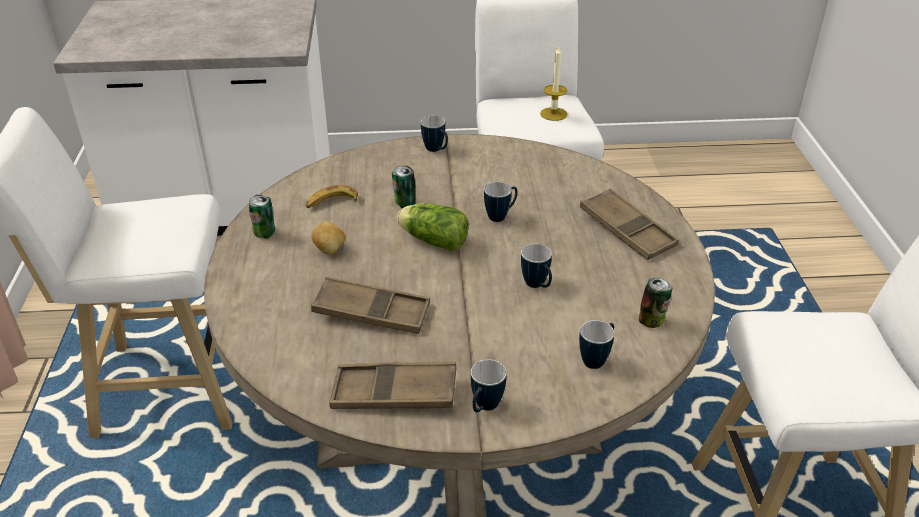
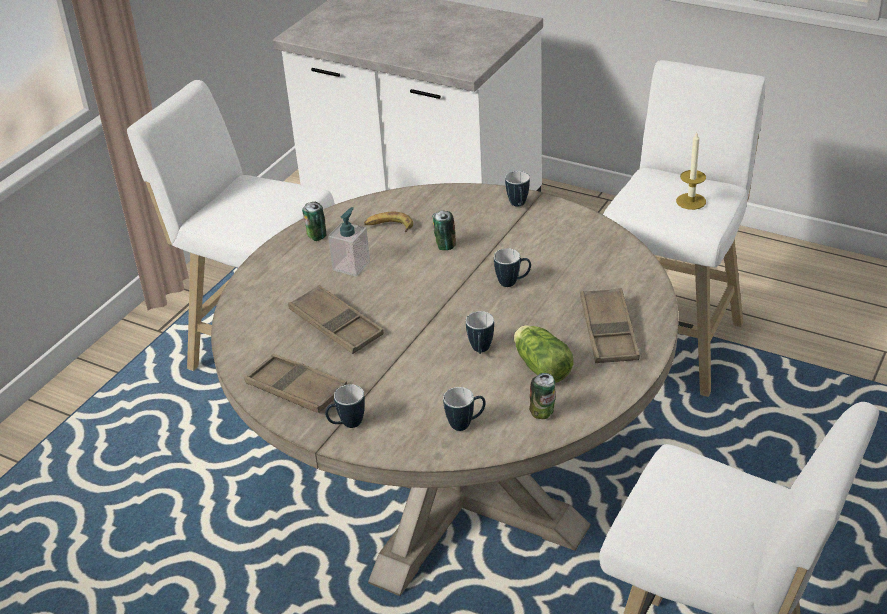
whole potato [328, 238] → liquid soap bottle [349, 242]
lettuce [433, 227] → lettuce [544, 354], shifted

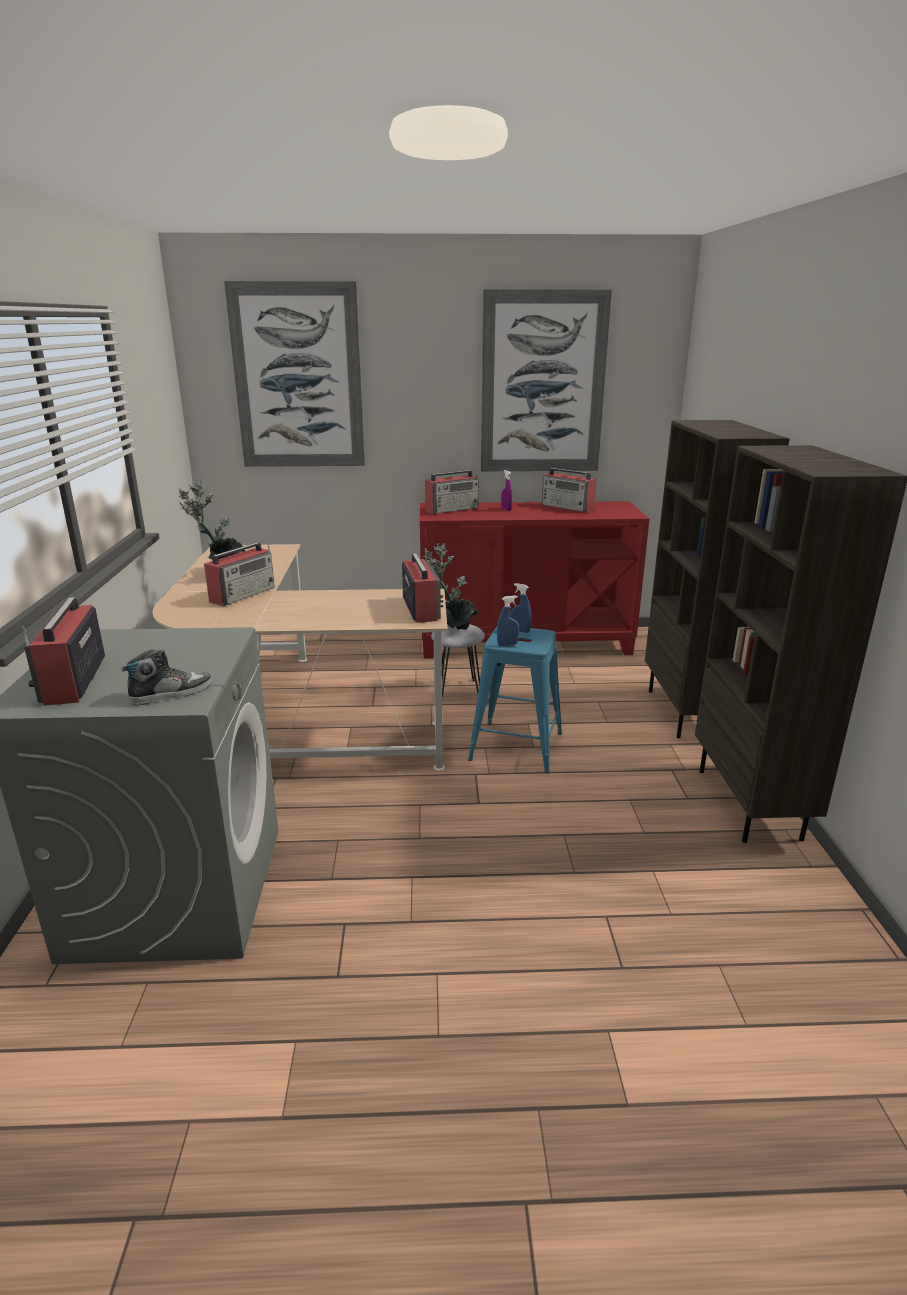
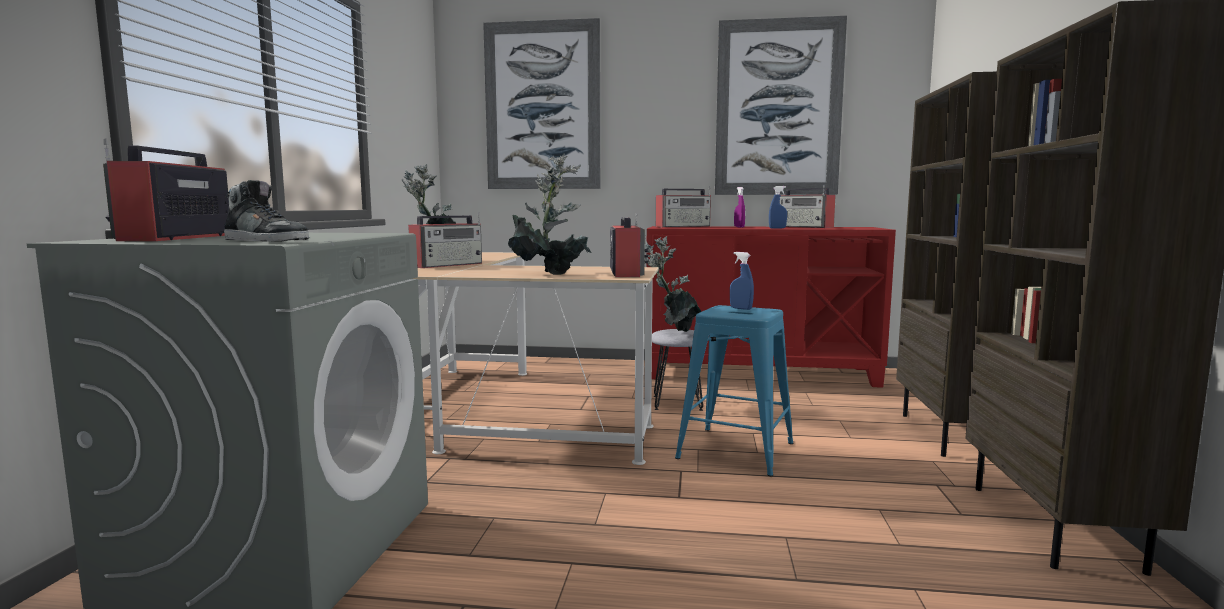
item of footwear [167, 677] → item of footwear [266, 211], 45 degrees clockwise
- → plant in a pot [550, 214]
blue-coloured hand sprayer [508, 620] → blue-coloured hand sprayer [778, 207], shifted

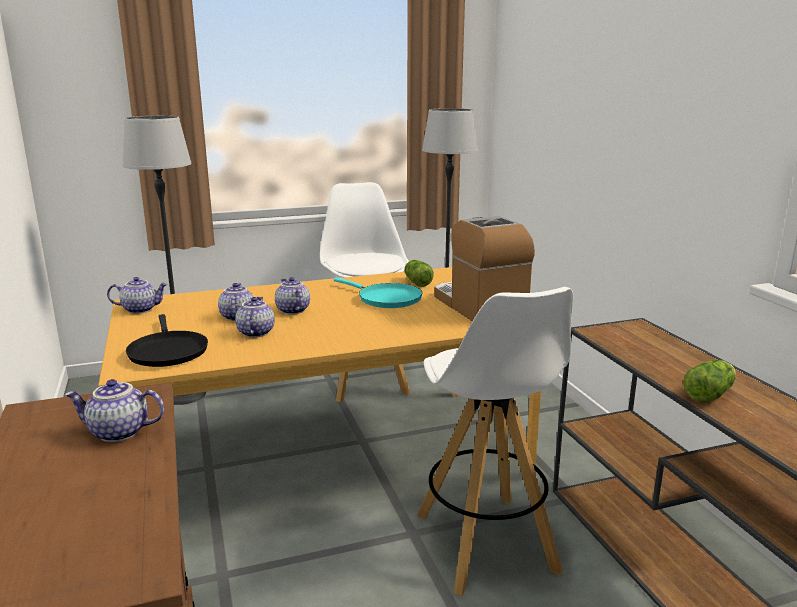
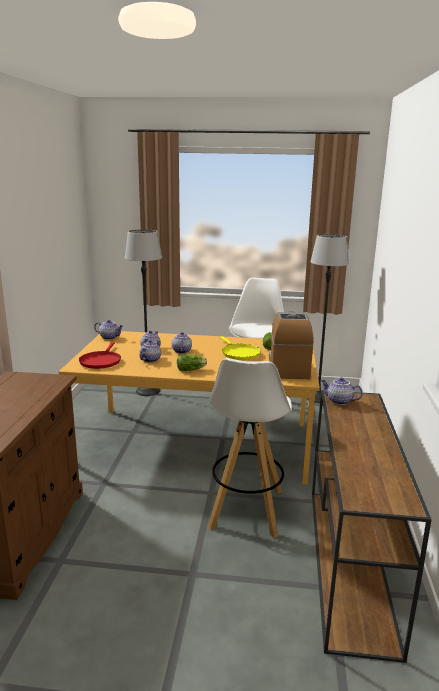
blackish frying pan [167, 340] → red-coloured frying pan [100, 355]
lettuce [709, 381] → lettuce [192, 362], shifted
blue-green frying pan [378, 293] → yellow frying pan [240, 348]
teapot [114, 410] → teapot [342, 391], shifted

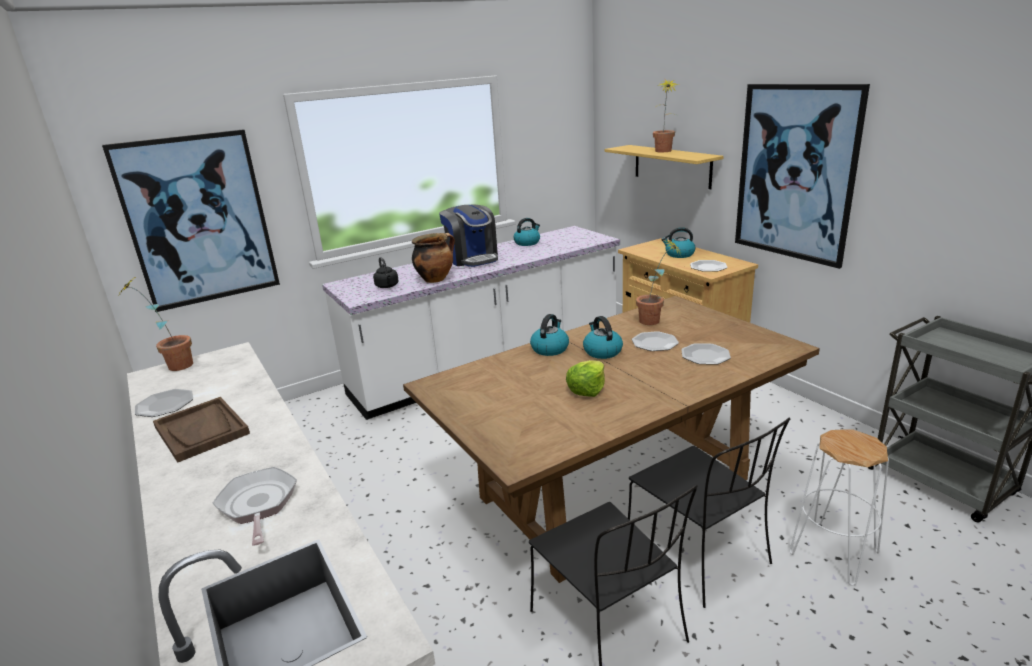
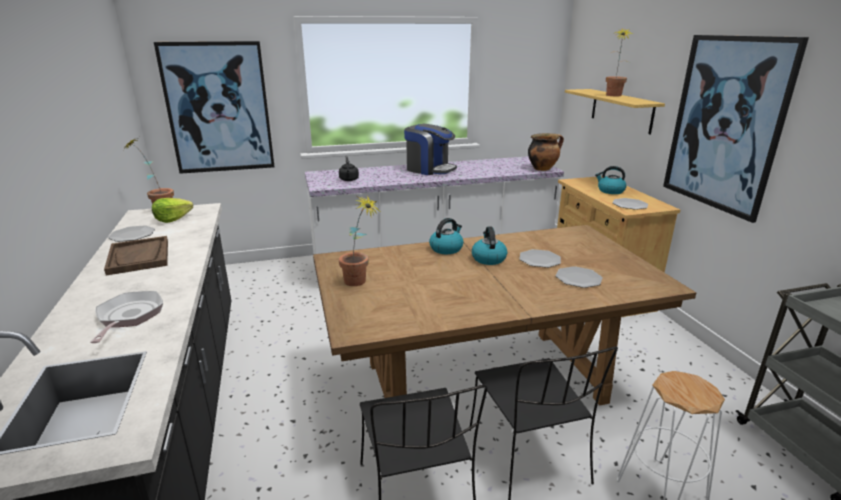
lettuce [585, 378] → lettuce [172, 210], shifted
plant in a pot [658, 283] → plant in a pot [359, 240], shifted
coffee machine [468, 236] → coffee machine [430, 149], 45 degrees counterclockwise
cooking pot [433, 258] → cooking pot [546, 152], shifted
tea kettle [527, 232] → -

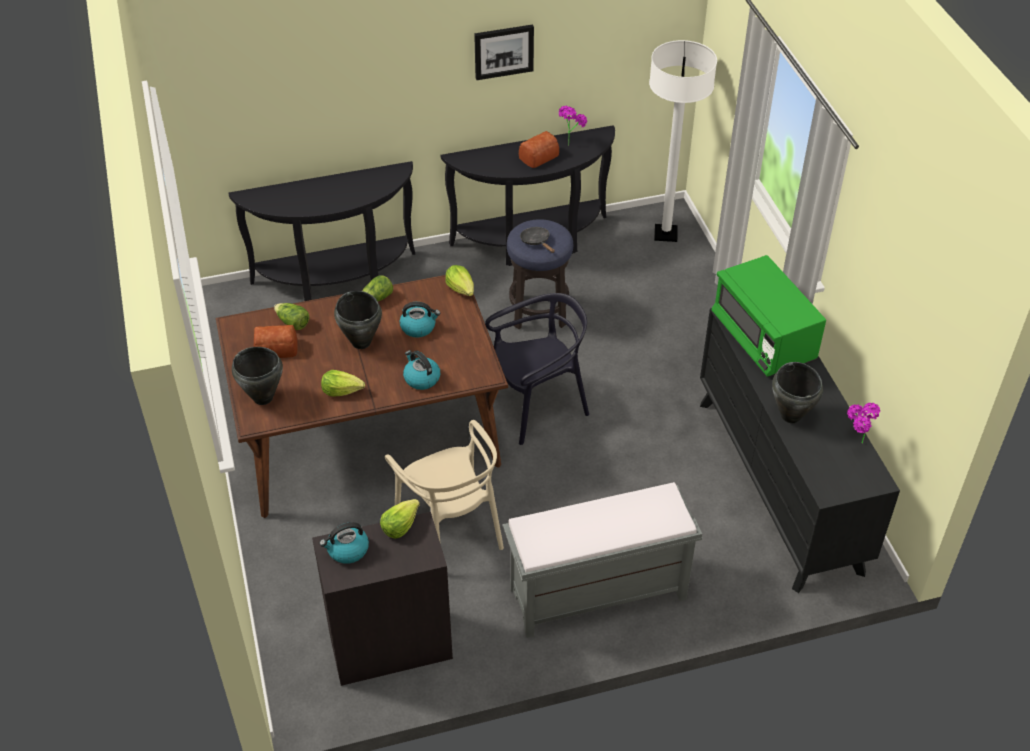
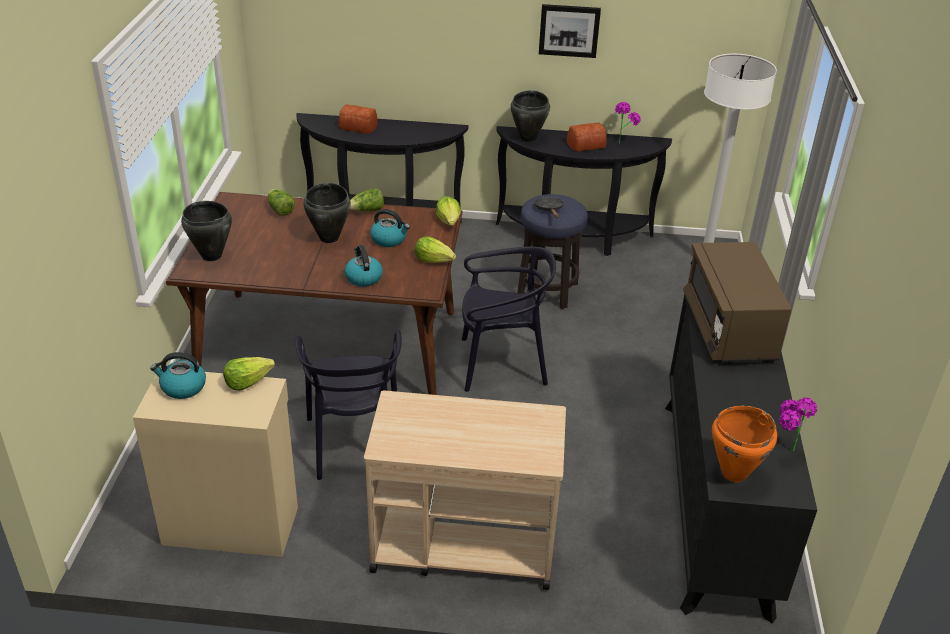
blackish cabinet [382, 599] → beige cabinet [215, 462]
beige chair [444, 485] → blackish chair [348, 405]
bakery bread [276, 341] → bakery bread [358, 119], shifted
gray bench [602, 560] → beige cart [465, 490]
lettuce [343, 383] → lettuce [435, 249], shifted
blackish cooking pot [797, 392] → blackish cooking pot [530, 116], shifted
green-coloured microwave [769, 316] → brownish microwave [737, 302]
- → orangey cooking pot [744, 444]

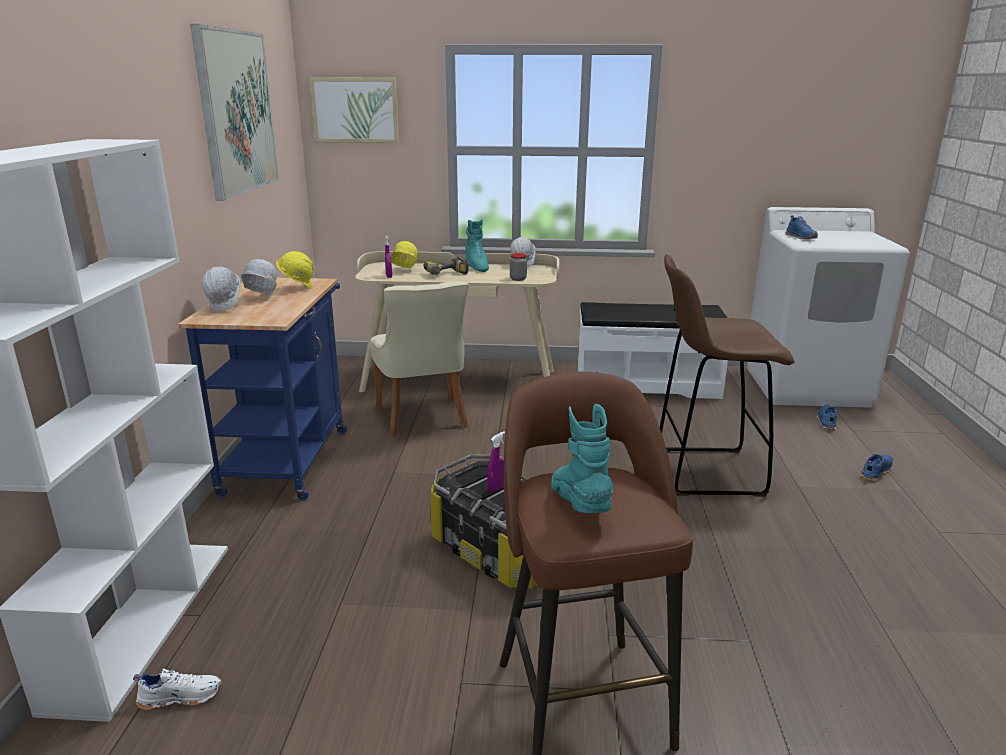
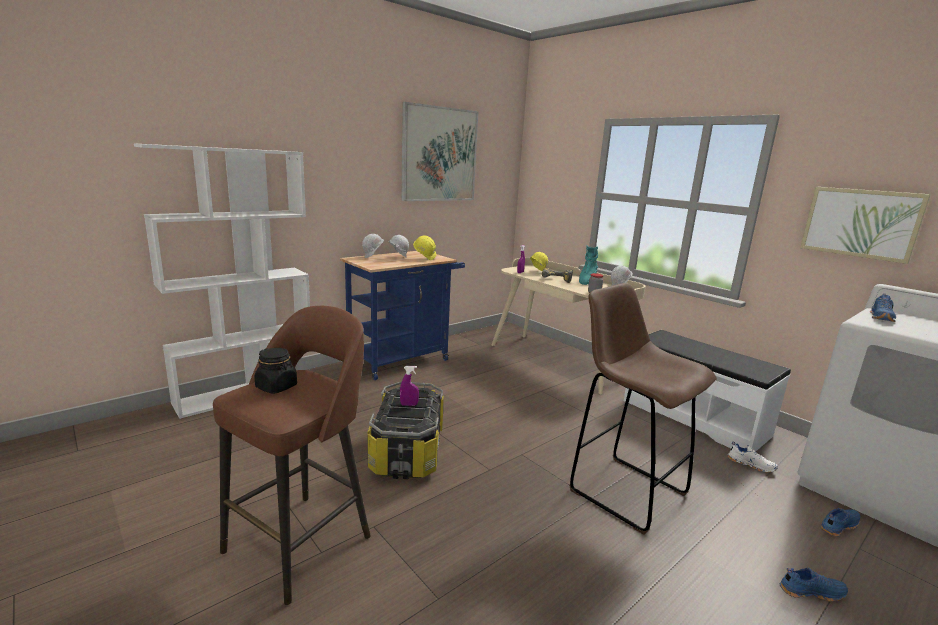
blue-green tall boot [582, 458] → blackish storage jar [275, 371]
whitish item of footwear [177, 689] → whitish item of footwear [752, 457], shifted
wall art [354, 110] → wall art [865, 225], shifted
beige chair [419, 359] → -

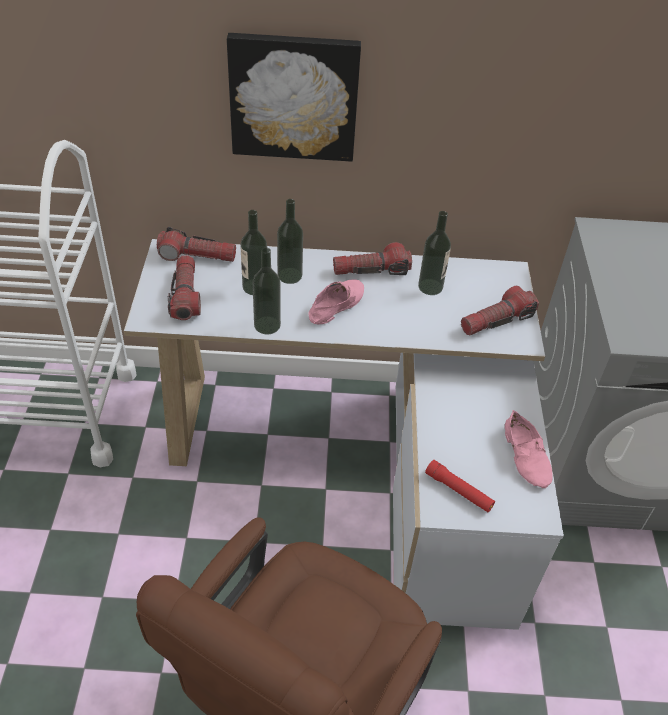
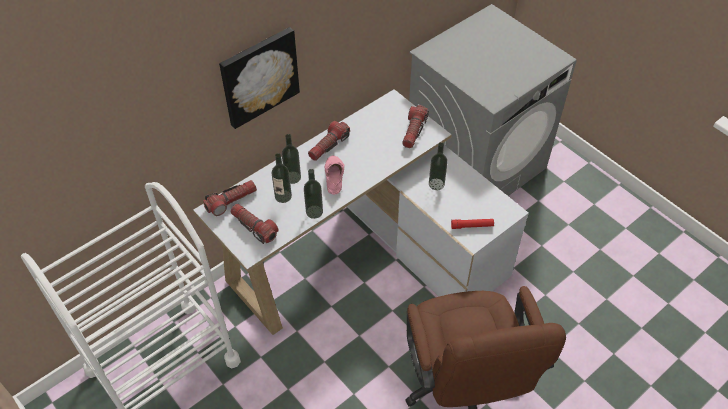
bottle [434, 253] → bottle [438, 166], shifted
pinkish item of footwear [529, 449] → -

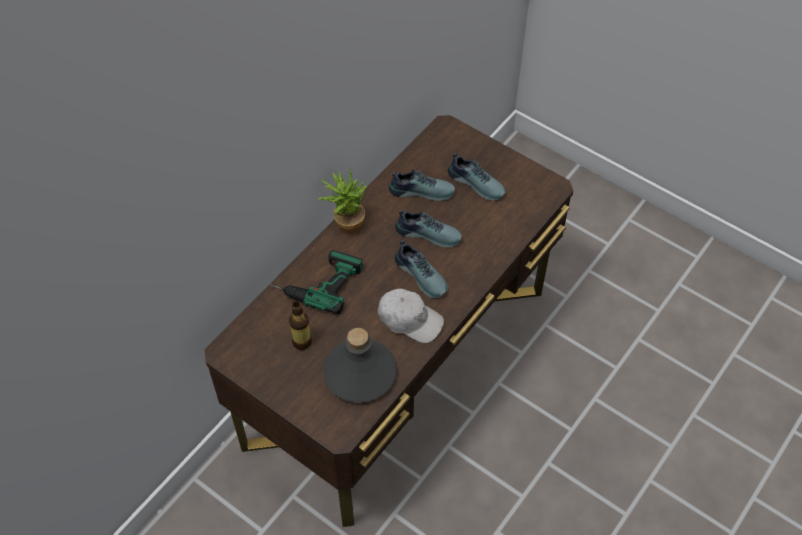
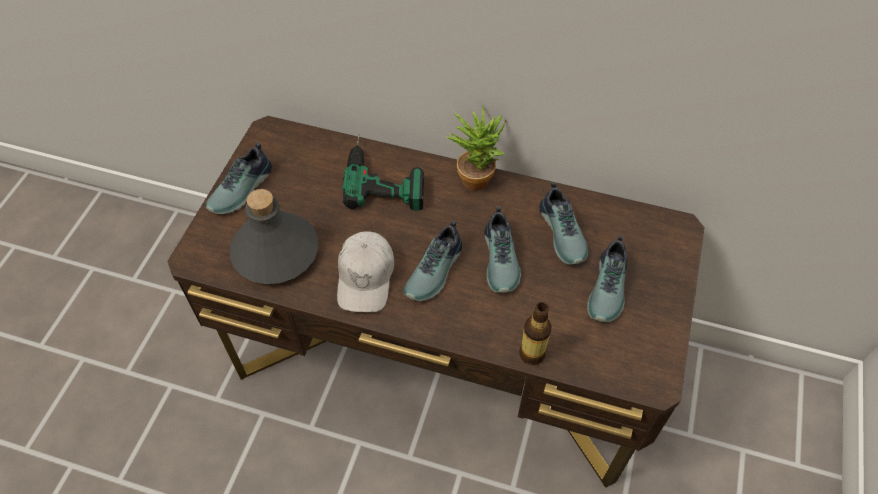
- → item of footwear [239, 178]
bottle [300, 325] → bottle [535, 333], shifted

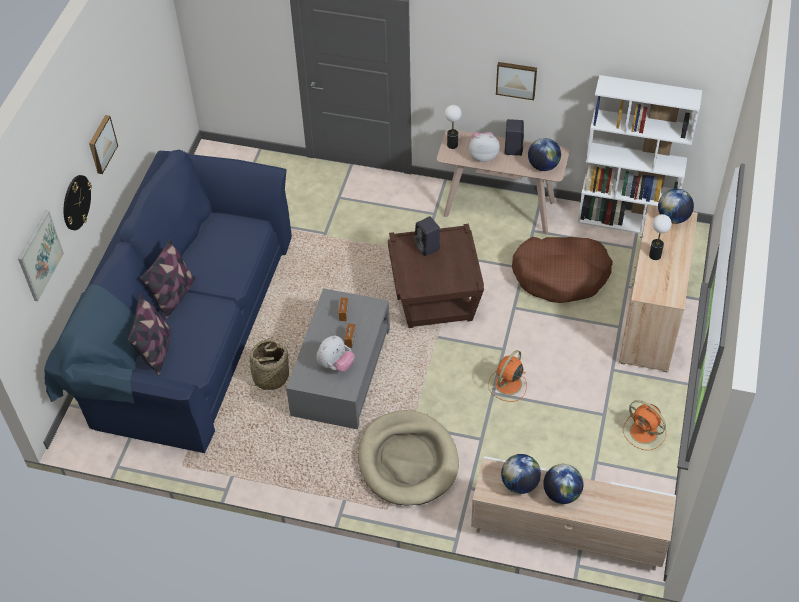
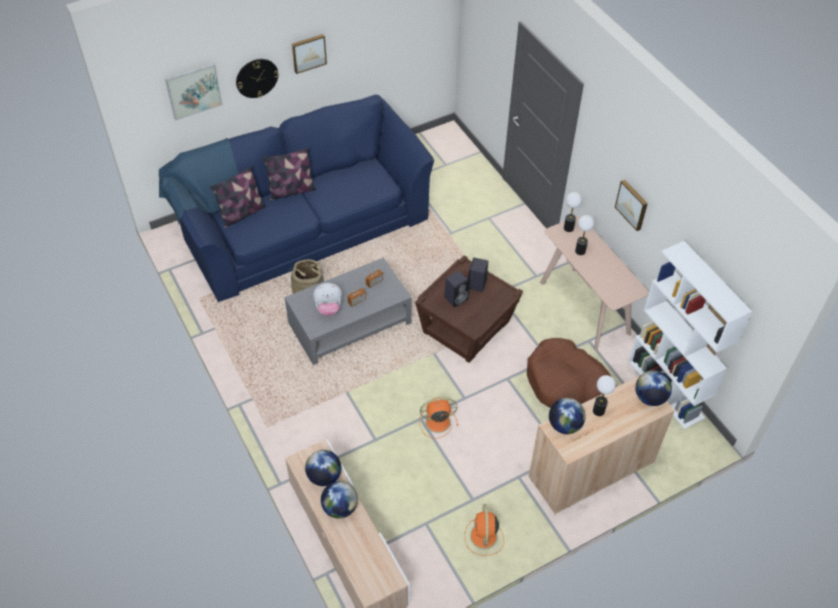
blackish audio speaker [514, 137] → blackish audio speaker [456, 289], shifted
globe [544, 154] → globe [567, 416], shifted
plush toy [484, 147] → lamp for a table [584, 235]
beige dog bed [408, 458] → -

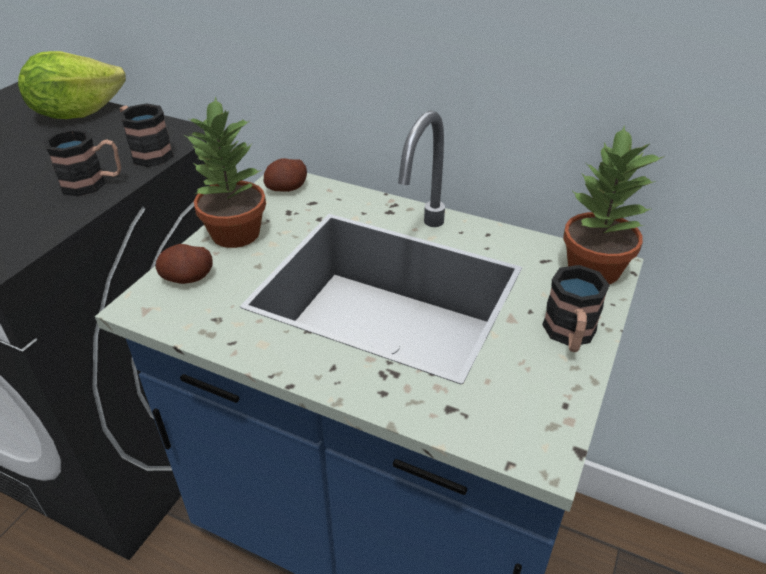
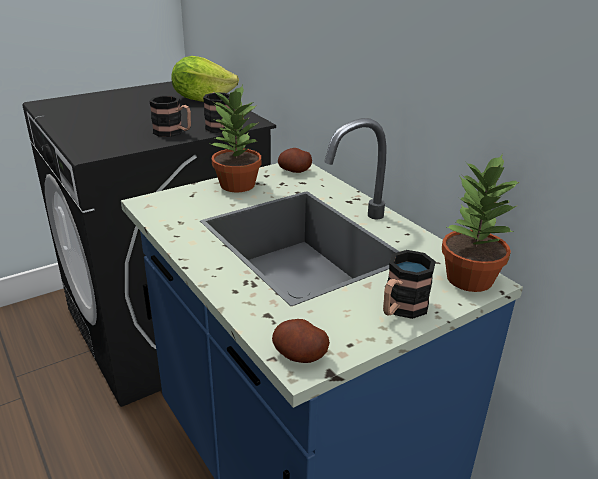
whole potato [184, 264] → whole potato [301, 341], shifted

